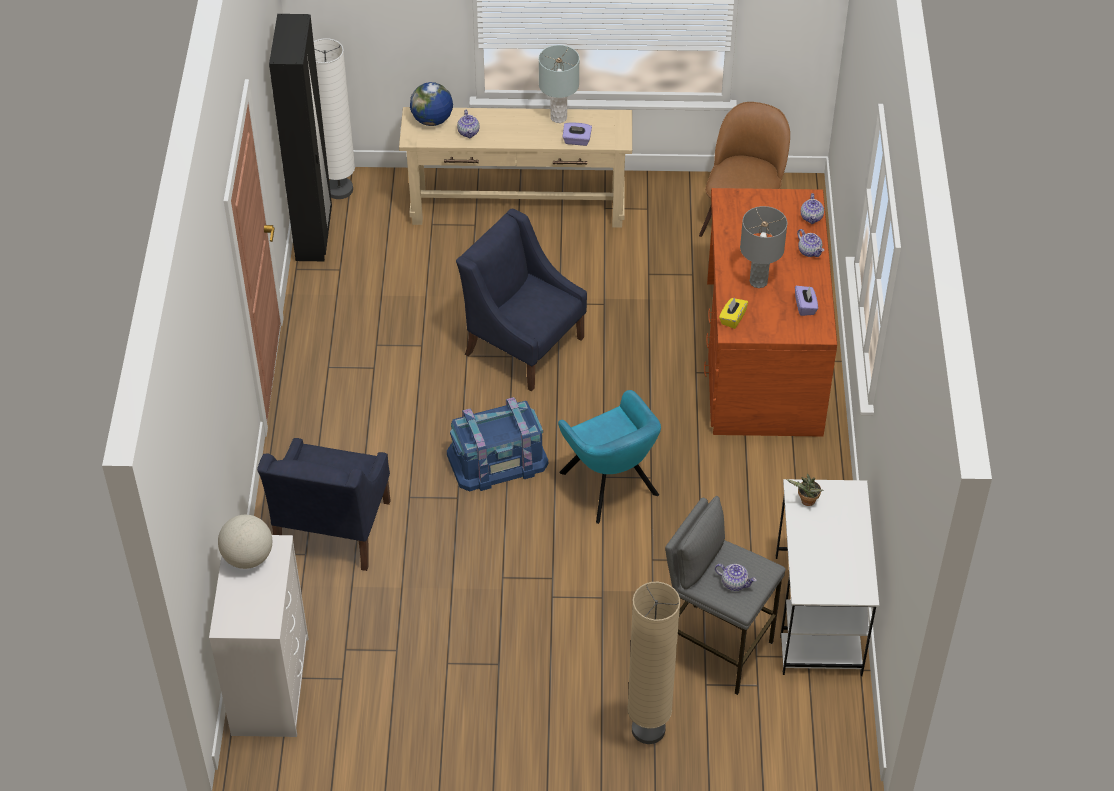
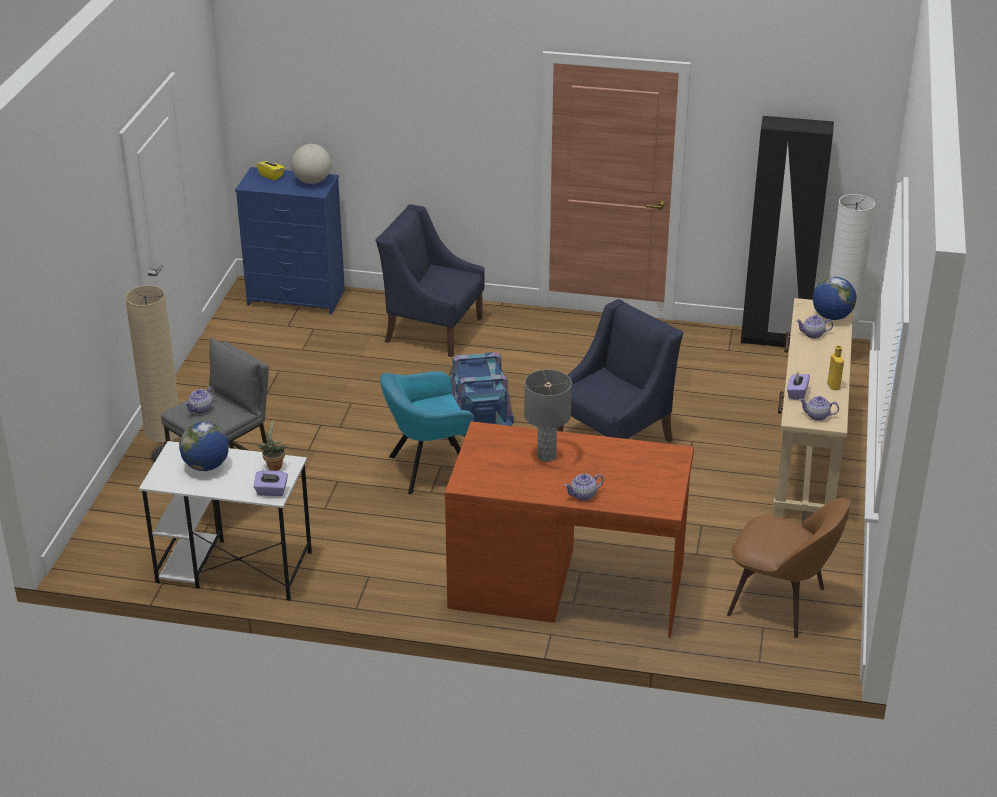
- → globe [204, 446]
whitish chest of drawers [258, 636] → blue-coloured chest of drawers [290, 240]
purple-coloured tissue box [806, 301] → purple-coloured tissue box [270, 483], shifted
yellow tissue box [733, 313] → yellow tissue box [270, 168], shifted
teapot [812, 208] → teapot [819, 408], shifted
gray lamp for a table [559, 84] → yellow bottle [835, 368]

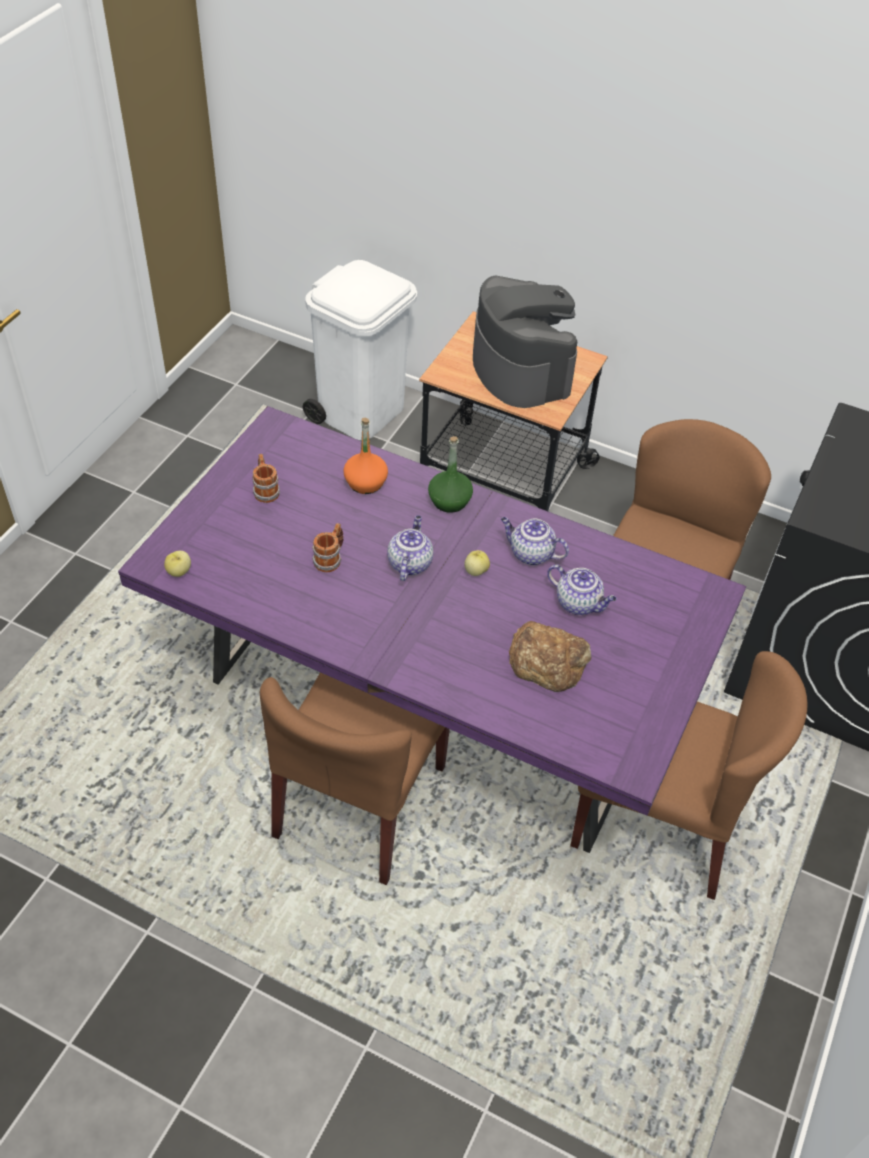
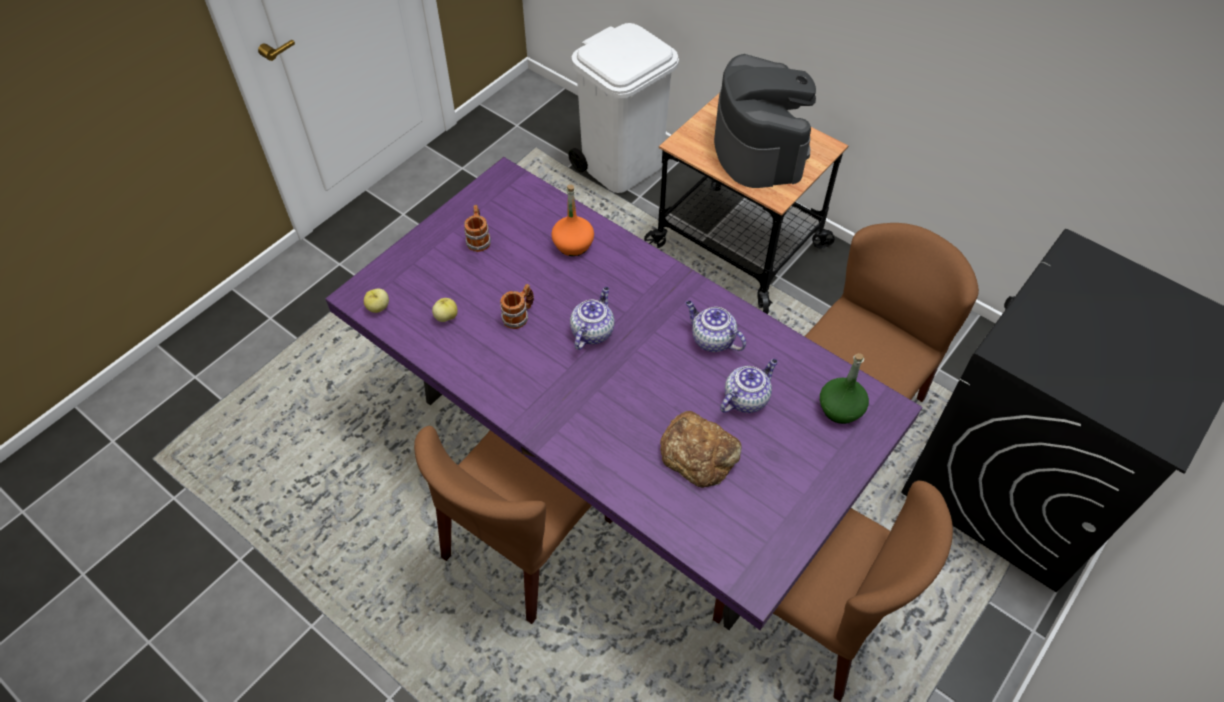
whole apple [477, 563] → whole apple [444, 310], shifted
teapot [582, 590] → teapot [749, 386], 90 degrees counterclockwise
green-coloured bottle [450, 474] → green-coloured bottle [844, 388], shifted

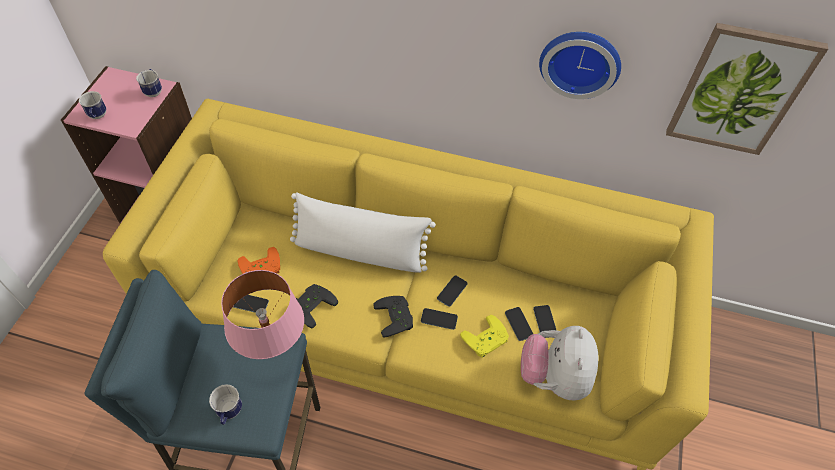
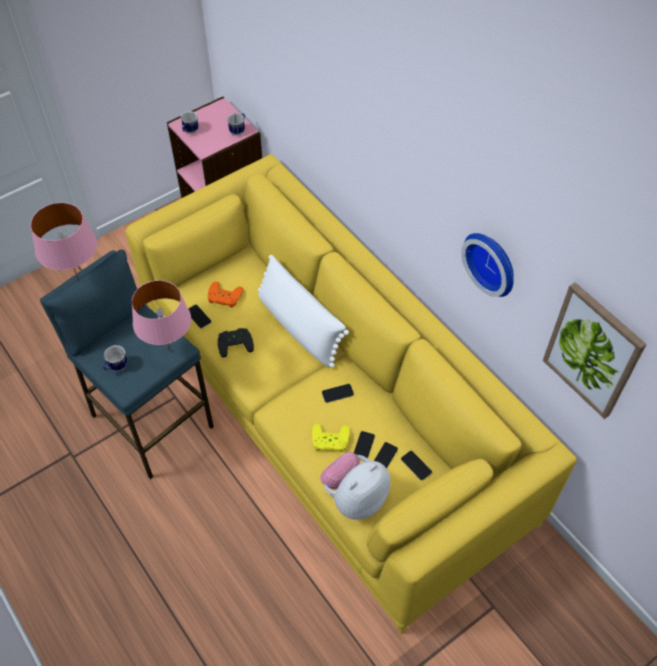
- → pinkish lamp for a table [63, 241]
phone [439, 319] → phone [416, 465], shifted
blackish game controller [393, 316] → -

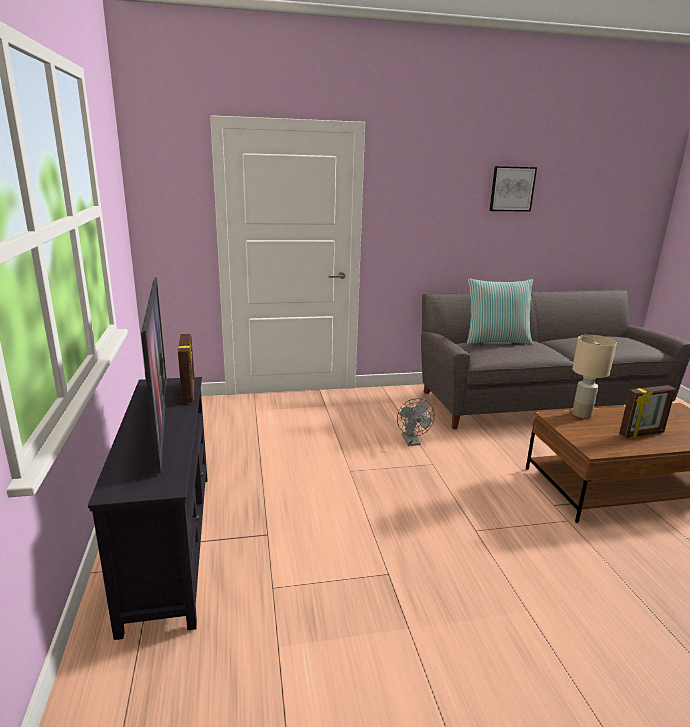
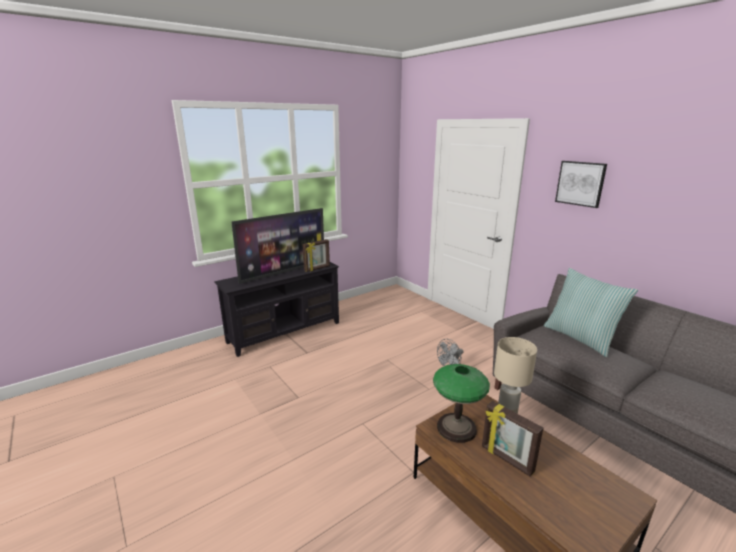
- → lamp for a table [461, 403]
wall art [513, 189] → wall art [581, 184], shifted

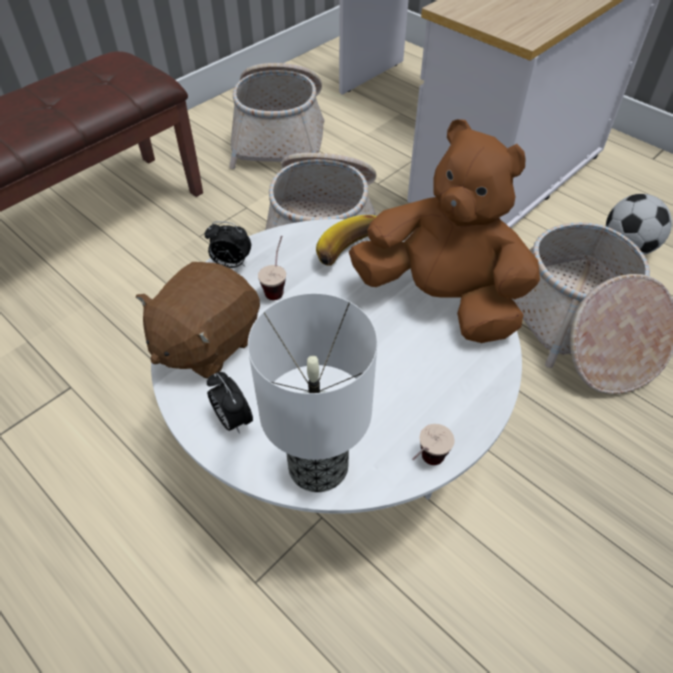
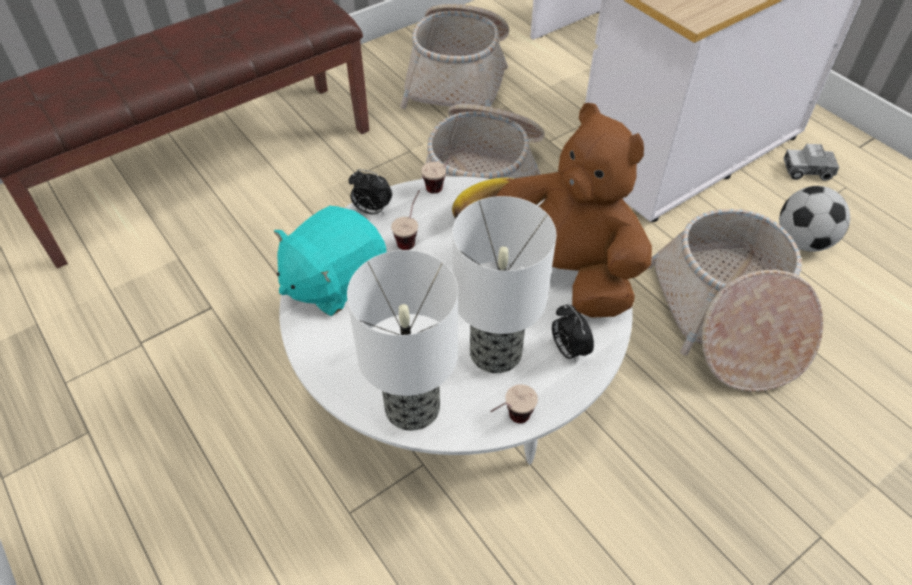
brownish plush toy [198, 320] → blue-green plush toy [330, 261]
- → drinking cup [443, 170]
- → lamp for a table [504, 284]
alarm clock [230, 403] → alarm clock [573, 334], shifted
- → toy truck [811, 162]

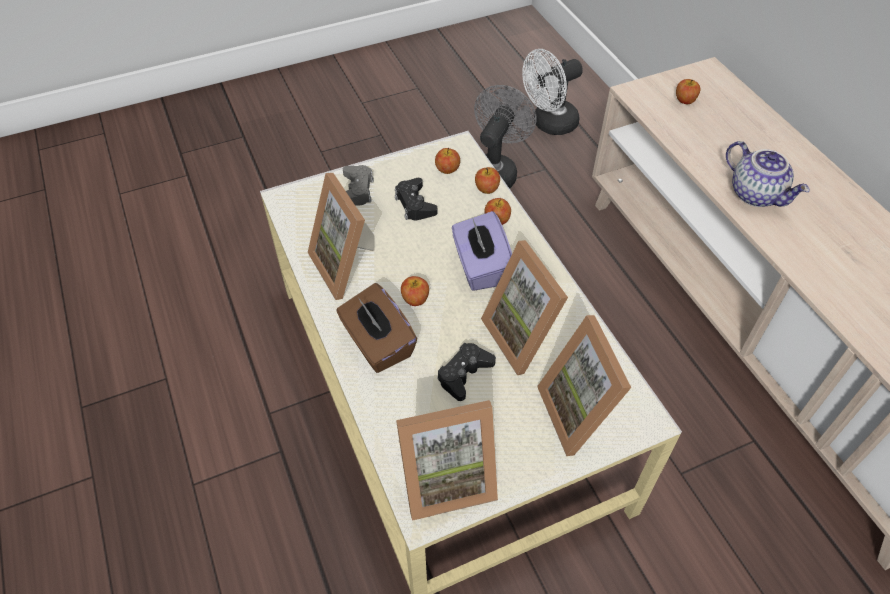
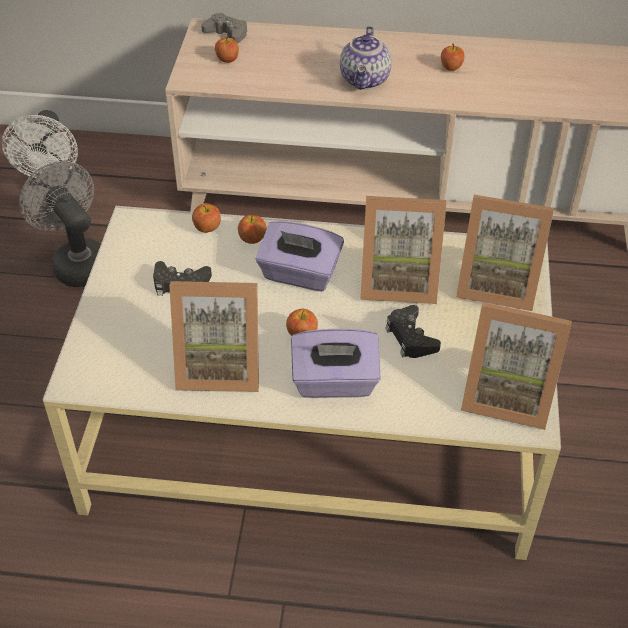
gray game controller [358, 185] → gray game controller [224, 28], shifted
brownish tissue box [376, 328] → purple-coloured tissue box [336, 363]
teapot [767, 174] → teapot [366, 57], 105 degrees clockwise
whole apple [447, 160] → whole apple [453, 57], shifted
standing frame [447, 460] → standing frame [516, 366], 90 degrees clockwise

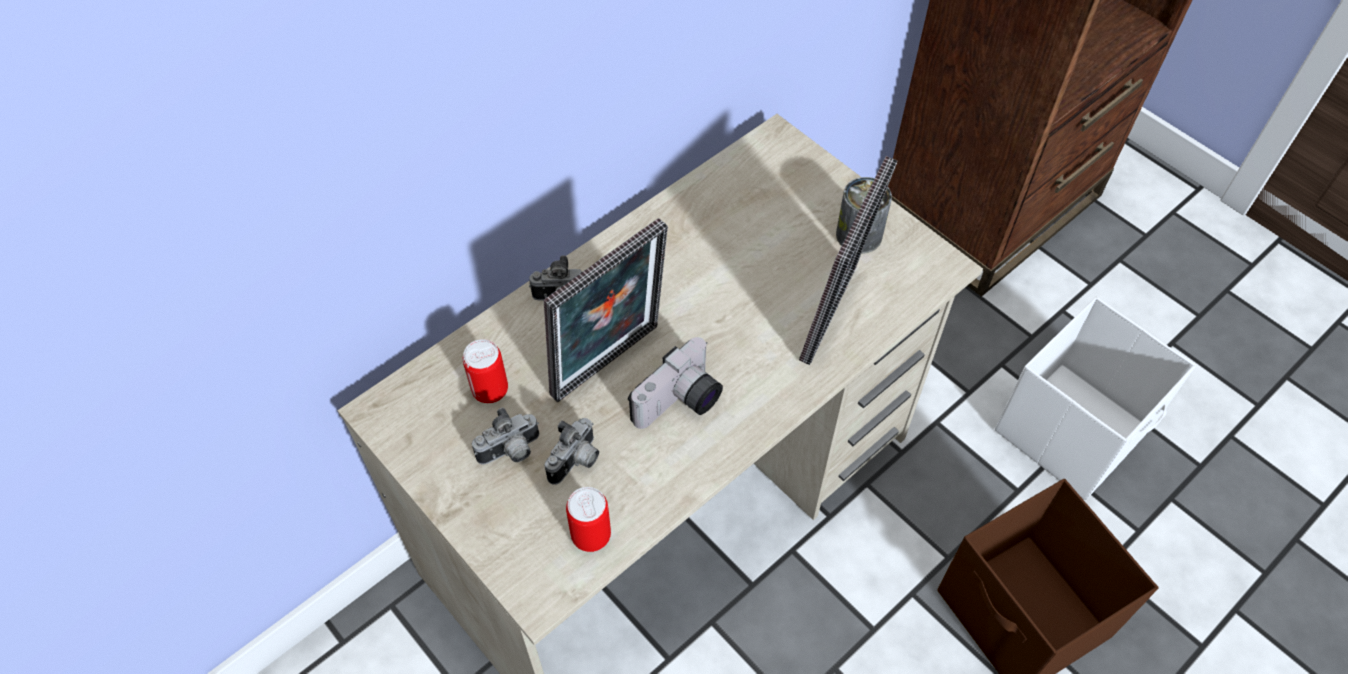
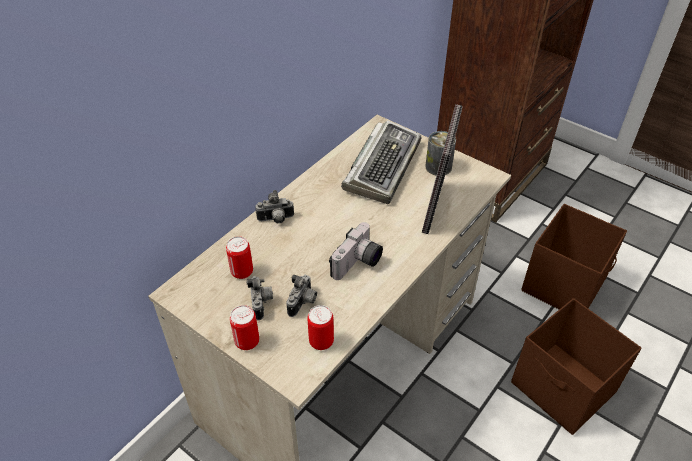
- → metal can [244, 327]
still camera [505, 436] → still camera [259, 298], 60 degrees counterclockwise
- → keyboard [381, 162]
whitish storage bin [1095, 398] → brownish storage bin [574, 256]
standing frame [606, 310] → -

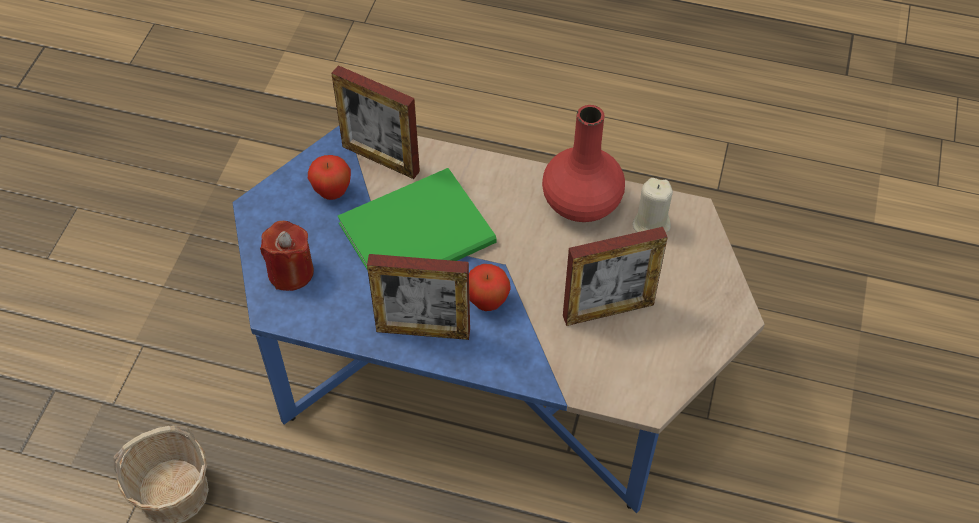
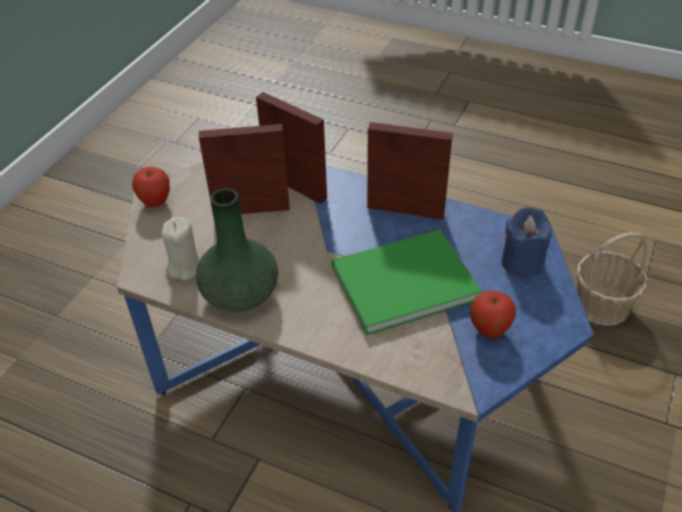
whole apple [490, 287] → whole apple [151, 187], shifted
red-coloured vase [583, 163] → green-coloured vase [237, 250]
standing frame [375, 122] → standing frame [291, 148], shifted
red-coloured wax light [287, 256] → blue-coloured wax light [527, 242]

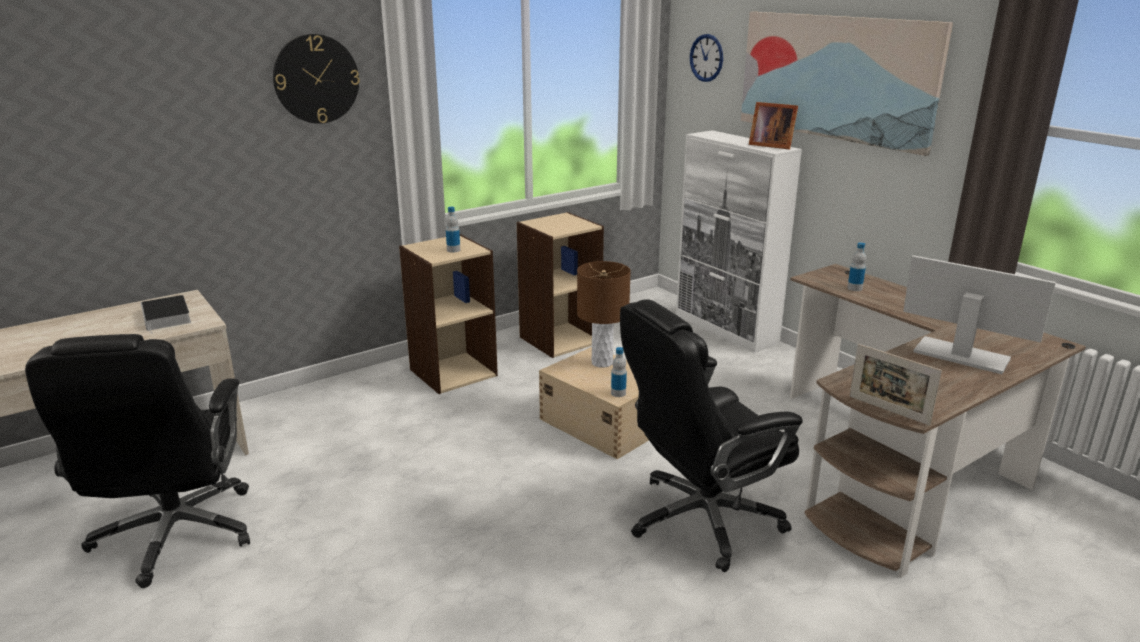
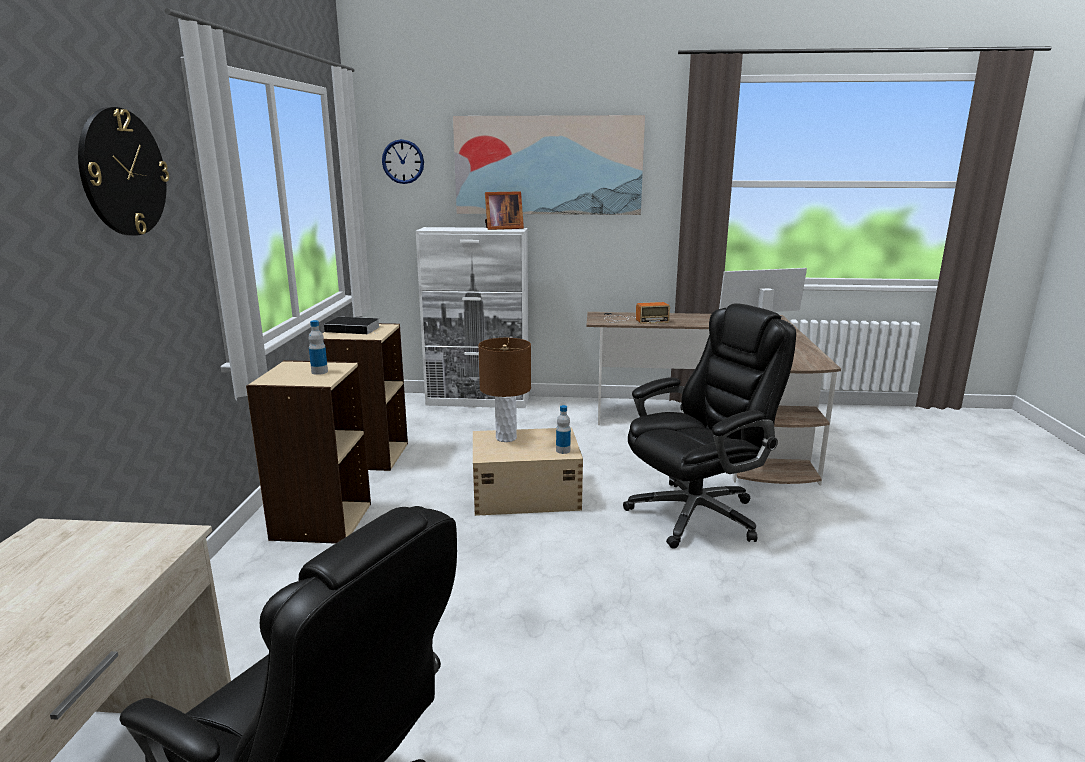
volume [165, 314] → volume [352, 325], shifted
bottle [856, 266] → radio receiver [637, 313]
blackish computer chair [711, 435] → blackish computer chair [709, 426], 135 degrees counterclockwise
standing frame [896, 385] → -

